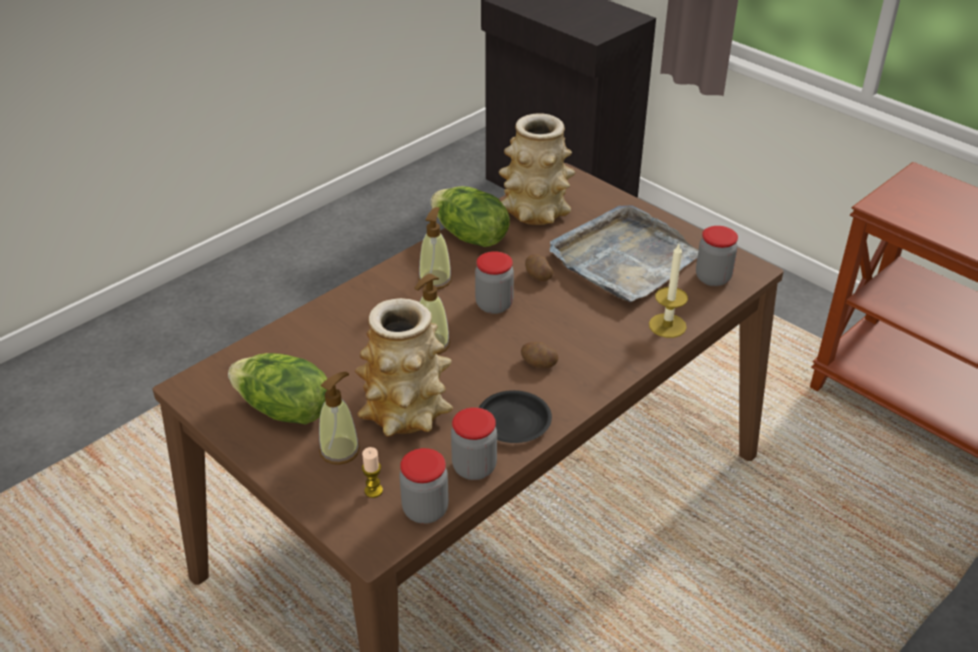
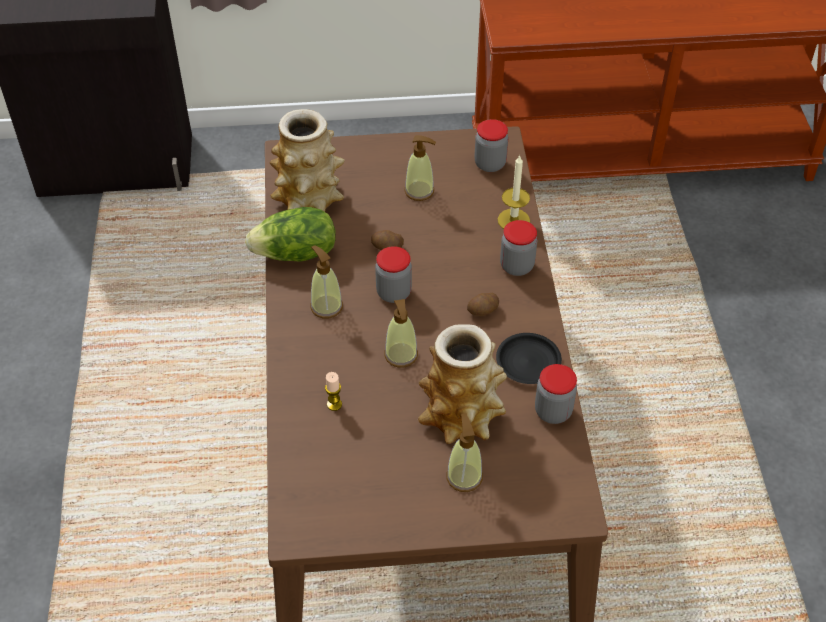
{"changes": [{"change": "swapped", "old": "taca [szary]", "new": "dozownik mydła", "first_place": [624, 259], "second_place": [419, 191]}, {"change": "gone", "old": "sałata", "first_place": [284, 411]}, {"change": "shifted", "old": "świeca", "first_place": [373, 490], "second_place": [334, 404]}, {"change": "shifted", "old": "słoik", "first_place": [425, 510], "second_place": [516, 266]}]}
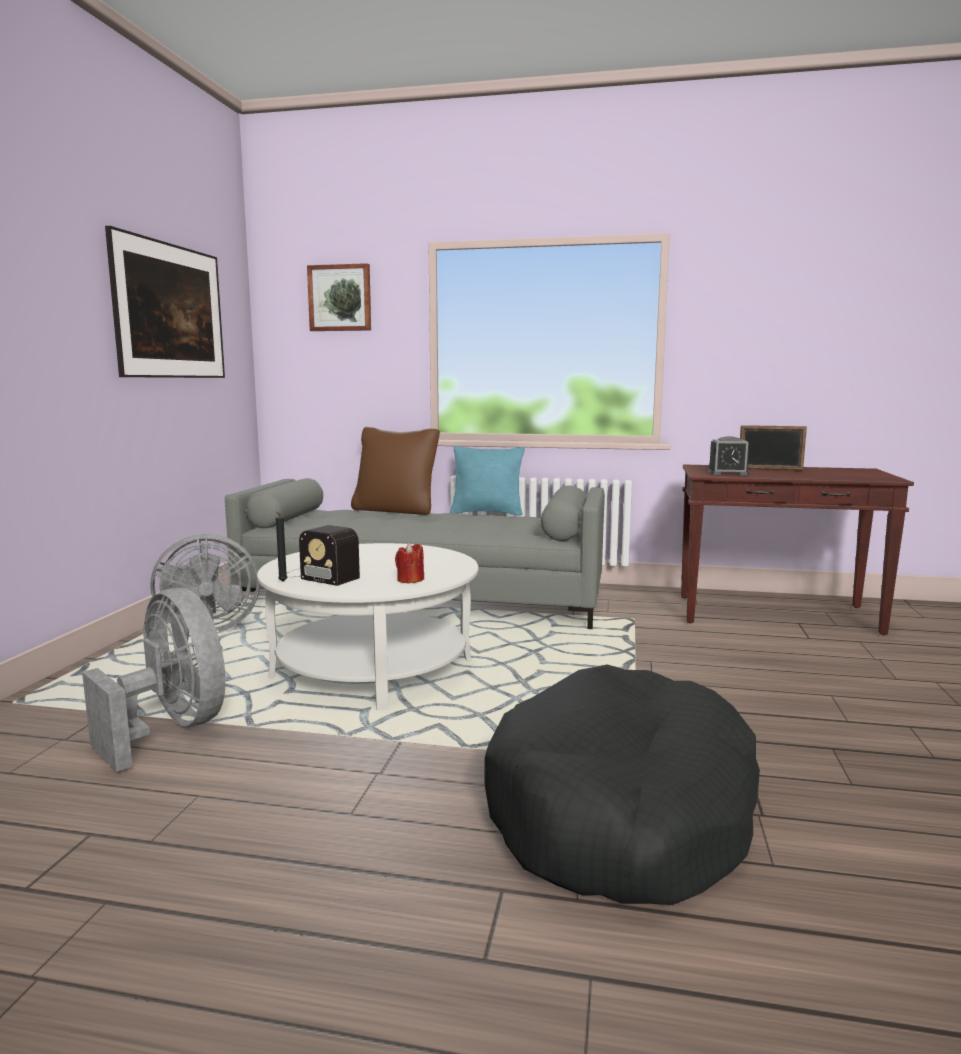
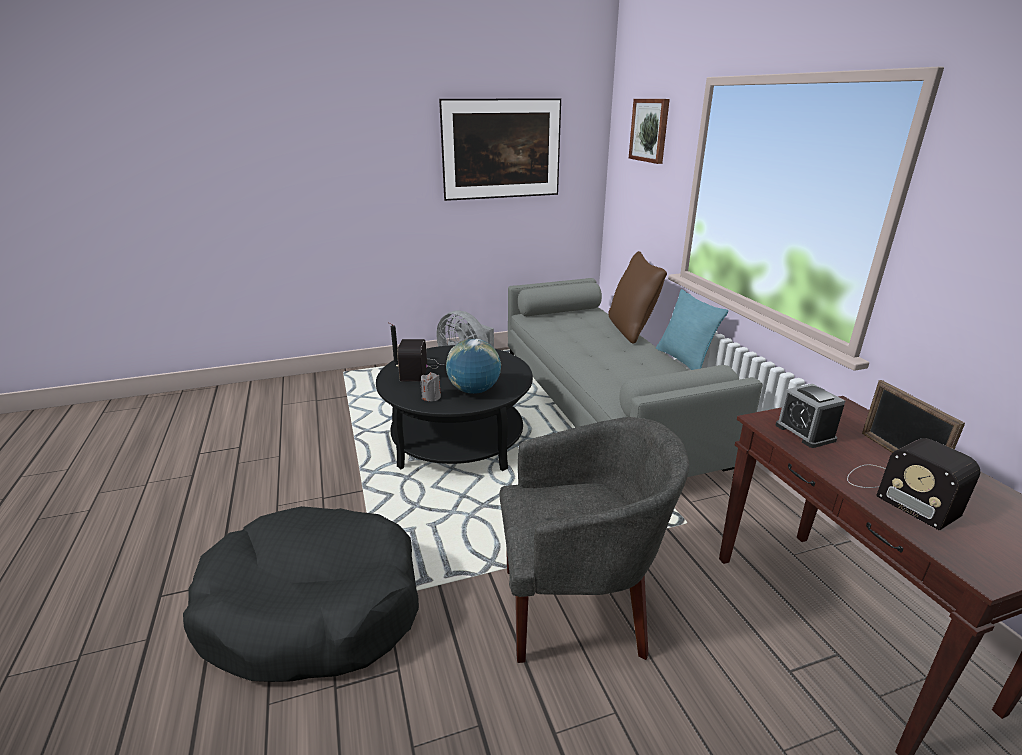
{"changes": [{"change": "repainted", "old": "świeca [czerwony]", "new": "świeca [szary]", "first_place": [410, 580], "second_place": [431, 397]}, {"change": "repainted", "old": "ława [biały]", "new": "ława [czarny]", "first_place": [373, 669], "second_place": [458, 441]}, {"change": "gone", "old": "wentylator [szary]", "first_place": [172, 729]}, {"change": "new", "new": "globus", "second_place": [474, 391]}, {"change": "new", "new": "fotel [szary]", "second_place": [578, 606]}, {"change": "new", "new": "radio", "second_place": [897, 492]}]}
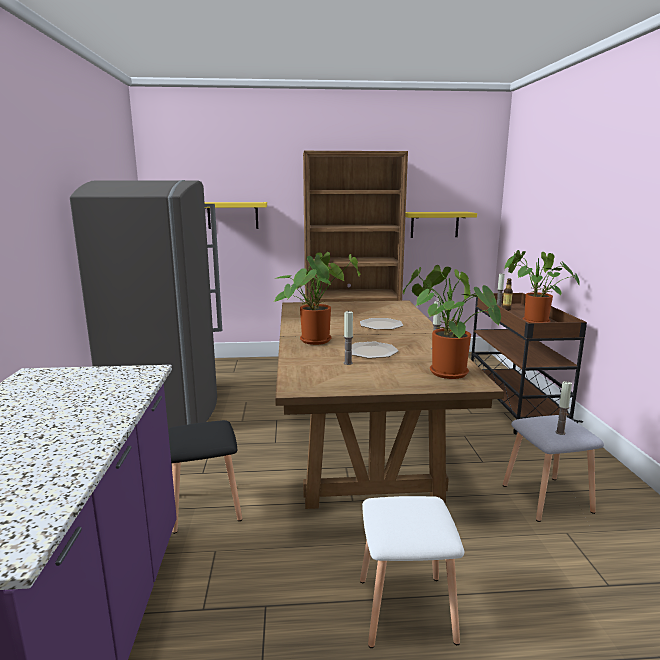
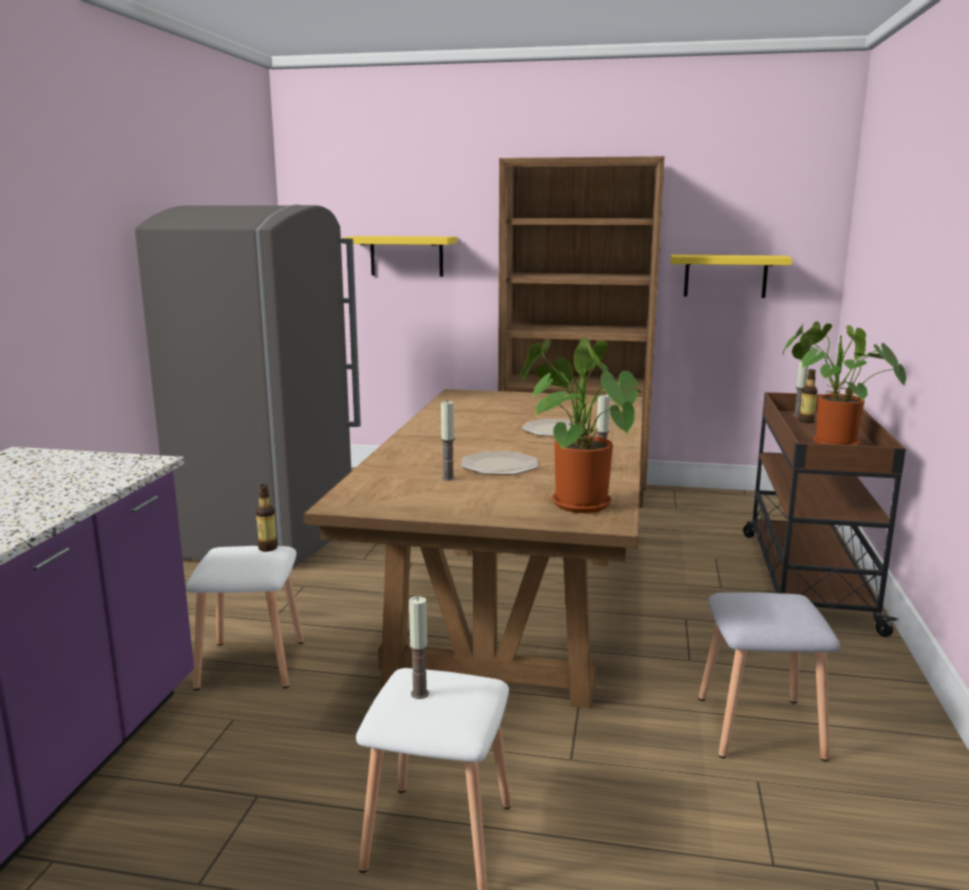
{"changes": [{"change": "gone", "old": "roślina doniczkowa", "first_place": [316, 339]}, {"change": "shifted", "old": "świeca", "first_place": [560, 432], "second_place": [419, 694]}, {"change": "repainted", "old": "stołek [czarny]", "new": "stołek [biały]", "first_place": [204, 506], "second_place": [250, 663]}, {"change": "new", "new": "butelka", "second_place": [268, 548]}]}
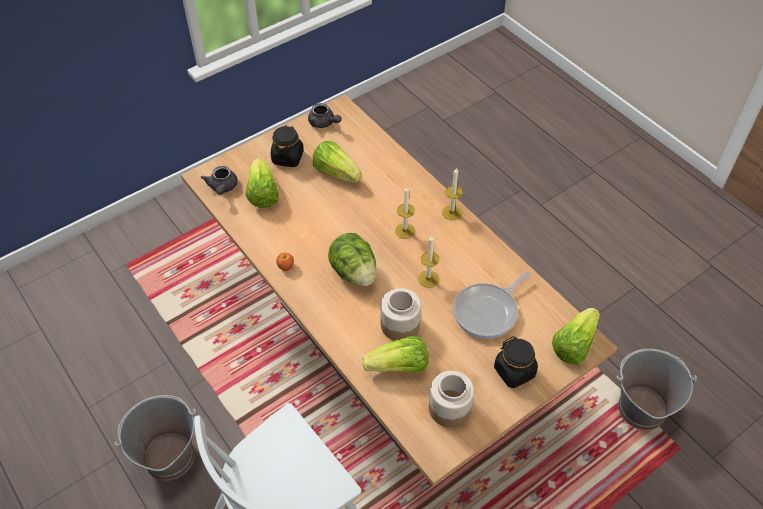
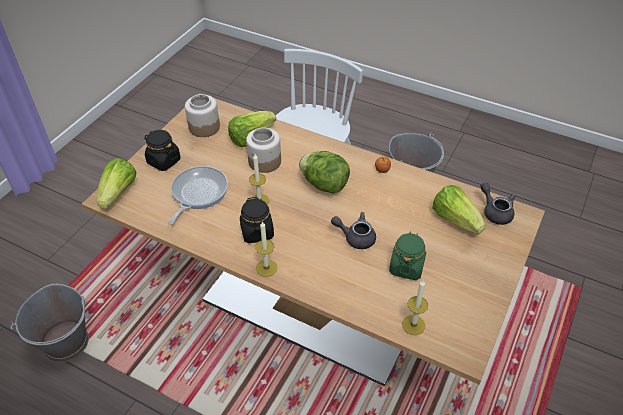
{"changes": [{"change": "shifted", "old": "imbryk [szary]", "first_place": [324, 123], "second_place": [355, 237]}, {"change": "shifted", "old": "słoik [czarny]", "first_place": [287, 157], "second_place": [257, 232]}, {"change": "swapped", "old": "sałata", "new": "słoik [zielony]", "first_place": [336, 173], "second_place": [406, 267]}, {"change": "shifted", "old": "świeca", "first_place": [405, 231], "second_place": [413, 325]}]}
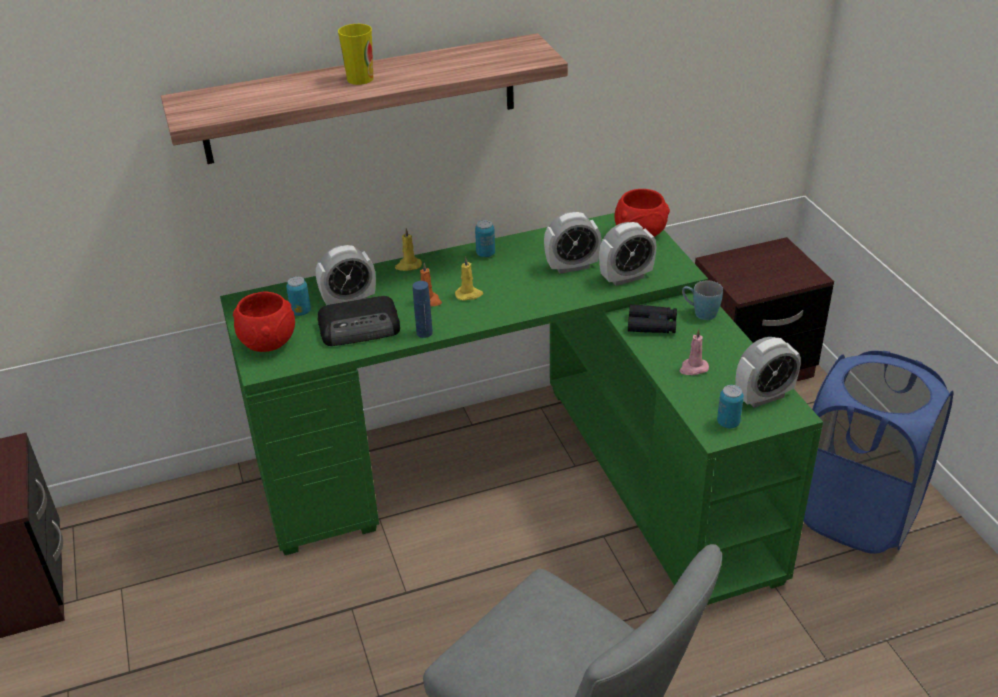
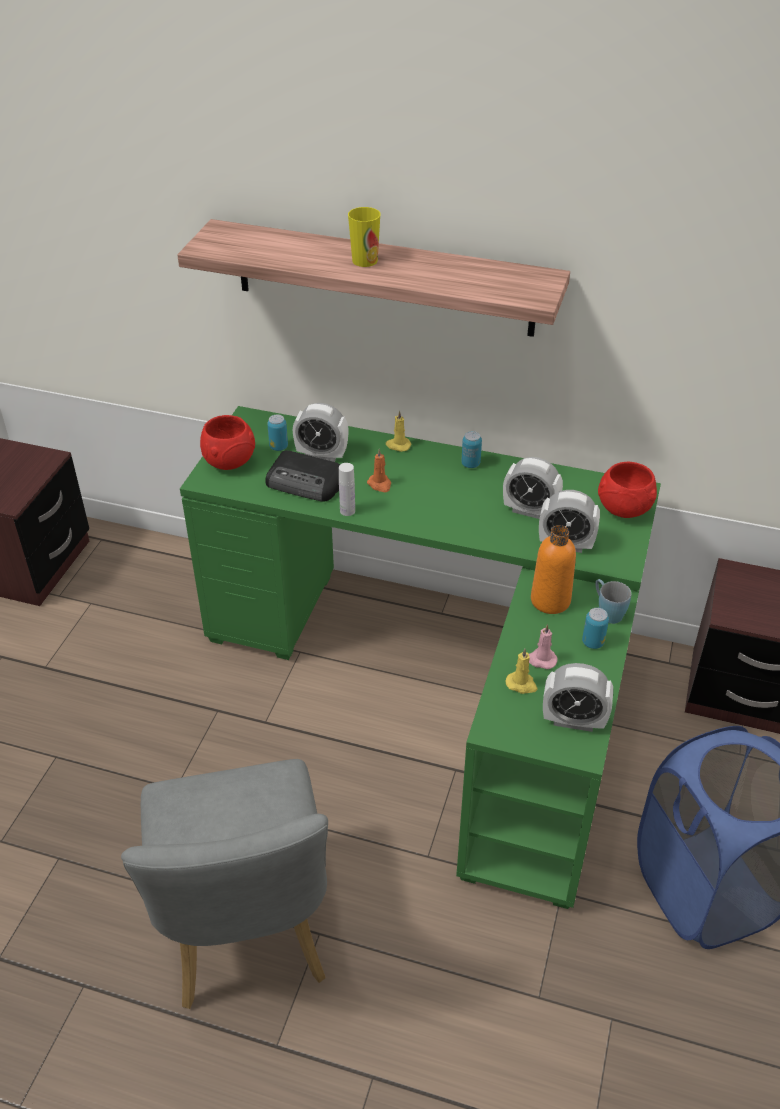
{"changes": [{"change": "shifted", "old": "świeca [żółty]", "first_place": [469, 294], "second_place": [522, 684]}, {"change": "repainted", "old": "butelka [niebieski]", "new": "butelka [biały]", "first_place": [424, 333], "second_place": [347, 511]}, {"change": "swapped", "old": "lornetka [czarny]", "new": "butelka [pomarańczowy]", "first_place": [652, 325], "second_place": [550, 600]}, {"change": "shifted", "old": "puszka", "first_place": [728, 423], "second_place": [593, 642]}]}
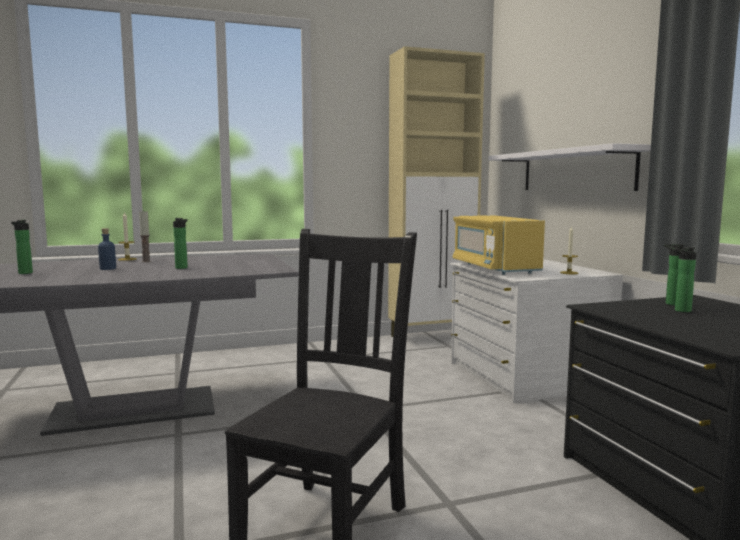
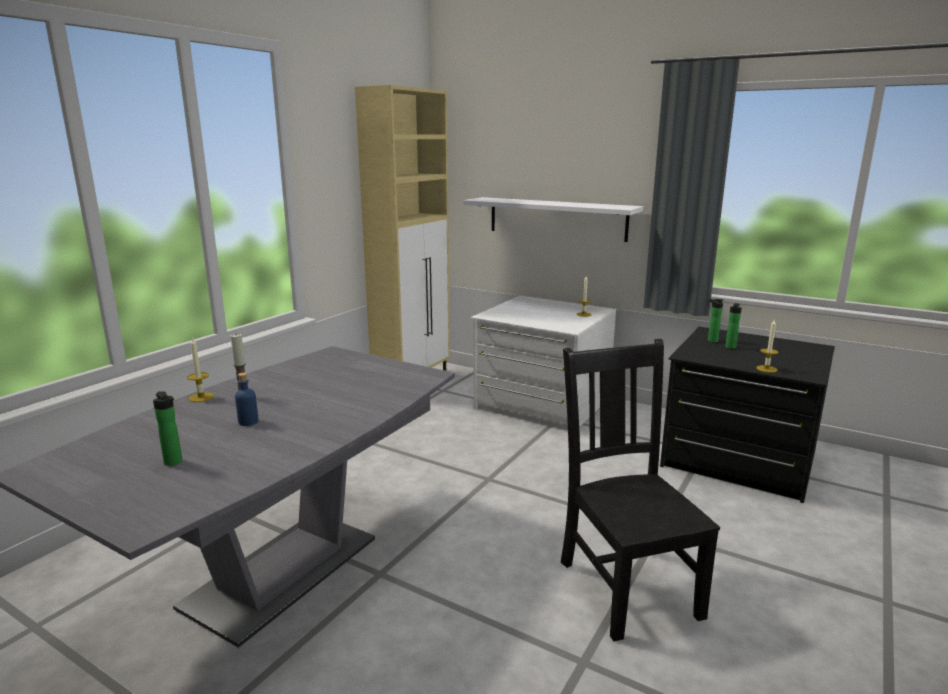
{"changes": [{"change": "gone", "old": "mikrofalówka [żółty]", "first_place": [494, 268]}, {"change": "gone", "old": "butelka", "first_place": [182, 268]}, {"change": "new", "new": "świeca", "second_place": [766, 369]}]}
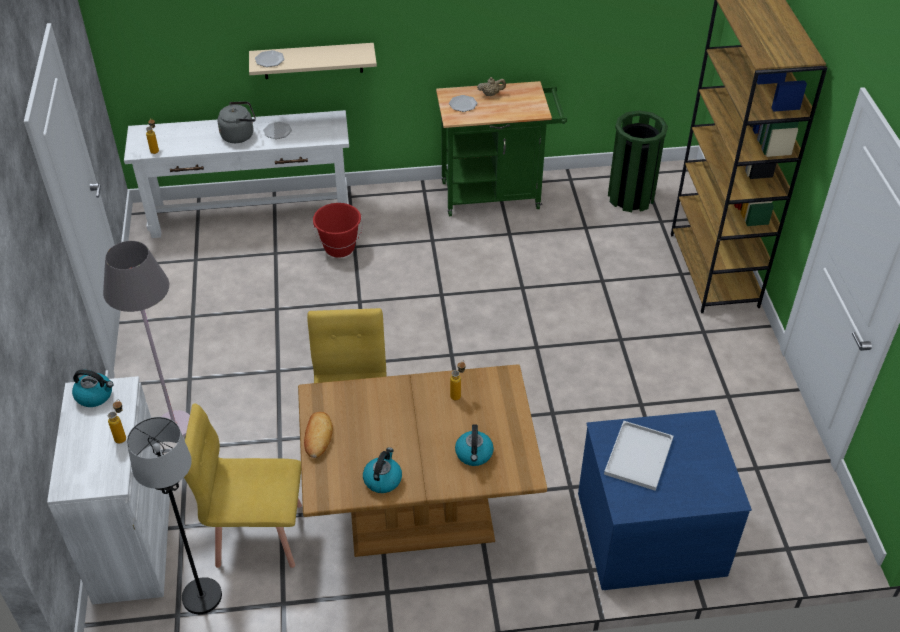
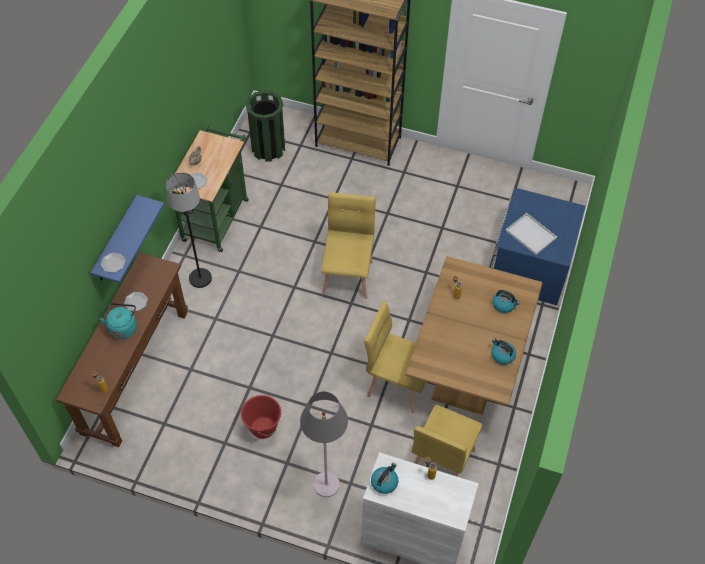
{"changes": [{"change": "repainted", "old": "półka [beżowy]", "new": "półka [niebieski]", "first_place": [313, 61], "second_place": [116, 240]}, {"change": "repainted", "old": "czajnik [szary]", "new": "czajnik [turkusowy]", "first_place": [239, 135], "second_place": [123, 327]}, {"change": "repainted", "old": "stolik konsolowy [biały]", "new": "stolik konsolowy [brązowy]", "first_place": [250, 214], "second_place": [136, 371]}, {"change": "shifted", "old": "wiadro [czerwony]", "first_place": [339, 248], "second_place": [263, 427]}, {"change": "gone", "old": "chleb", "first_place": [318, 437]}, {"change": "shifted", "old": "lampa stojąca [czarny]", "first_place": [202, 596], "second_place": [200, 278]}, {"change": "new", "new": "krzesło [żółty]", "second_place": [348, 276]}]}
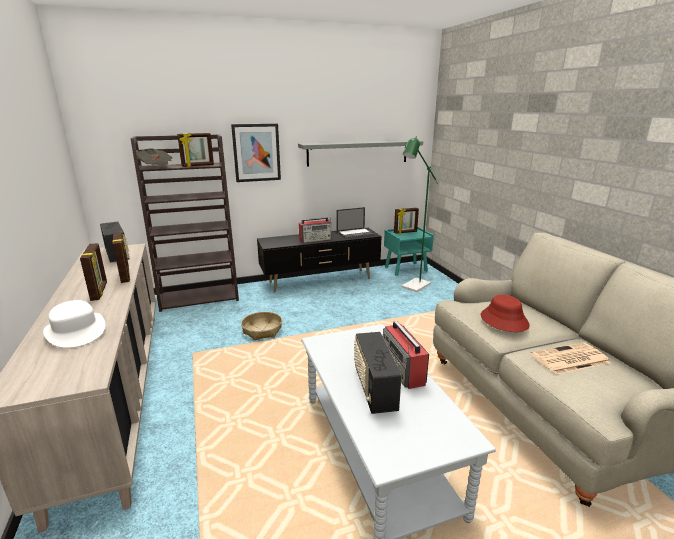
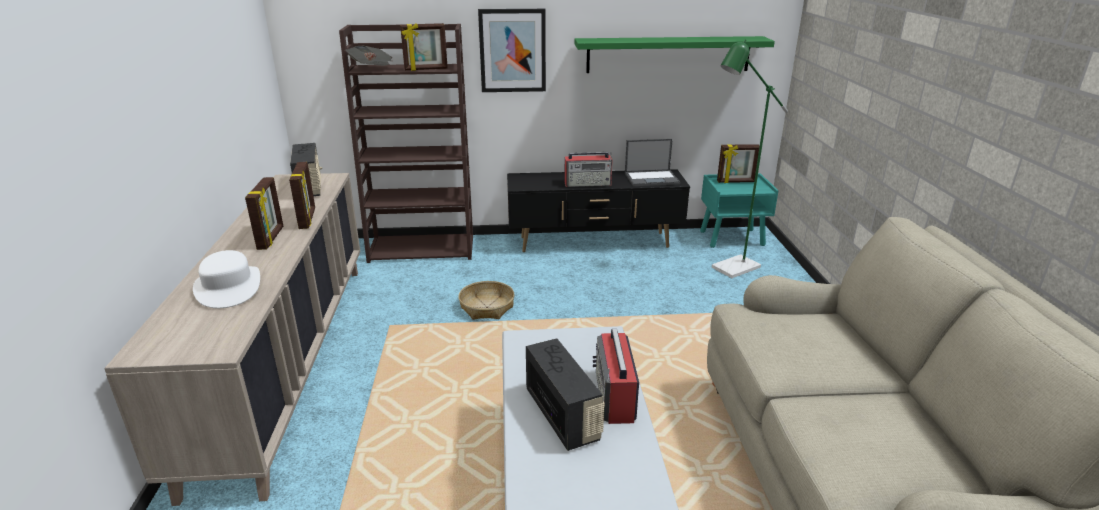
{"changes": [{"change": "repainted", "old": "półka [szary]", "new": "półka [zielony]", "first_place": [358, 152], "second_place": [668, 54]}, {"change": "gone", "old": "kapelusz [czerwony]", "first_place": [503, 320]}, {"change": "rotated", "old": "radio", "first_place": [374, 389], "second_place": [563, 415], "degrees": 150}, {"change": "gone", "old": "gazeta", "first_place": [569, 359]}]}
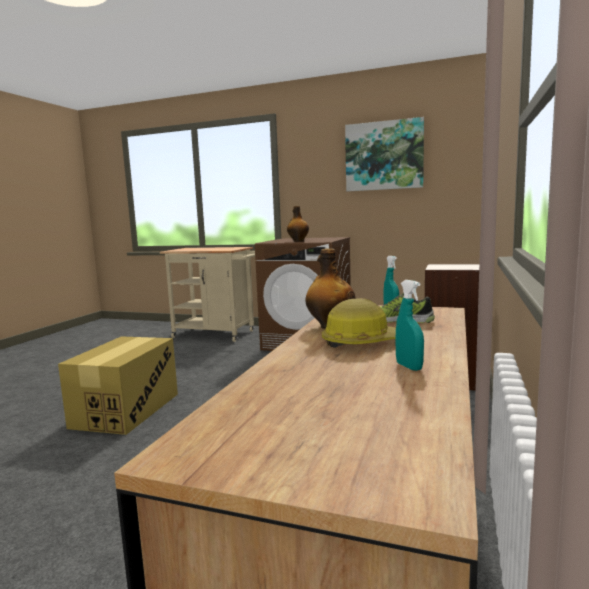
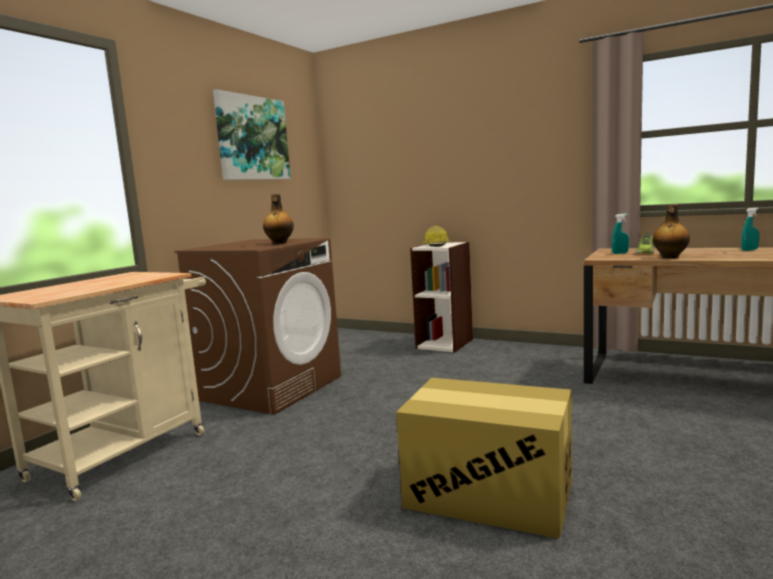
{"changes": [{"change": "shifted", "old": "kask", "first_place": [361, 342], "second_place": [436, 245]}]}
